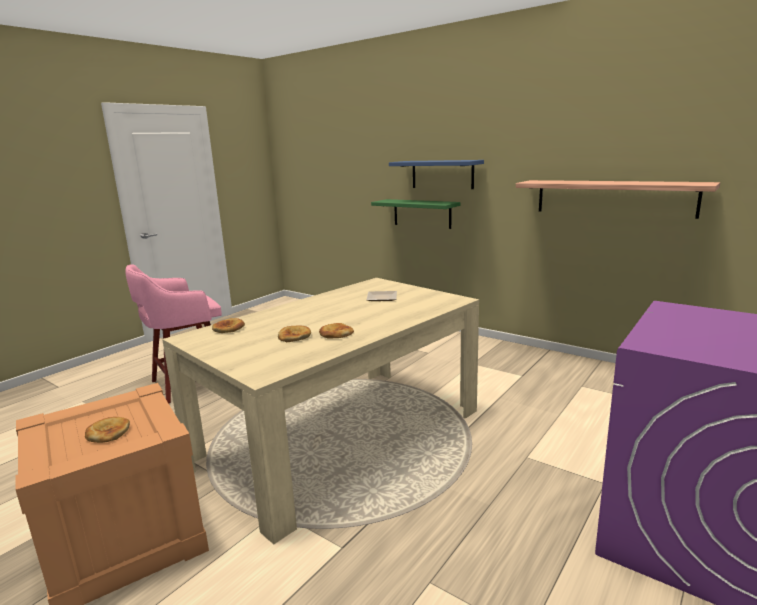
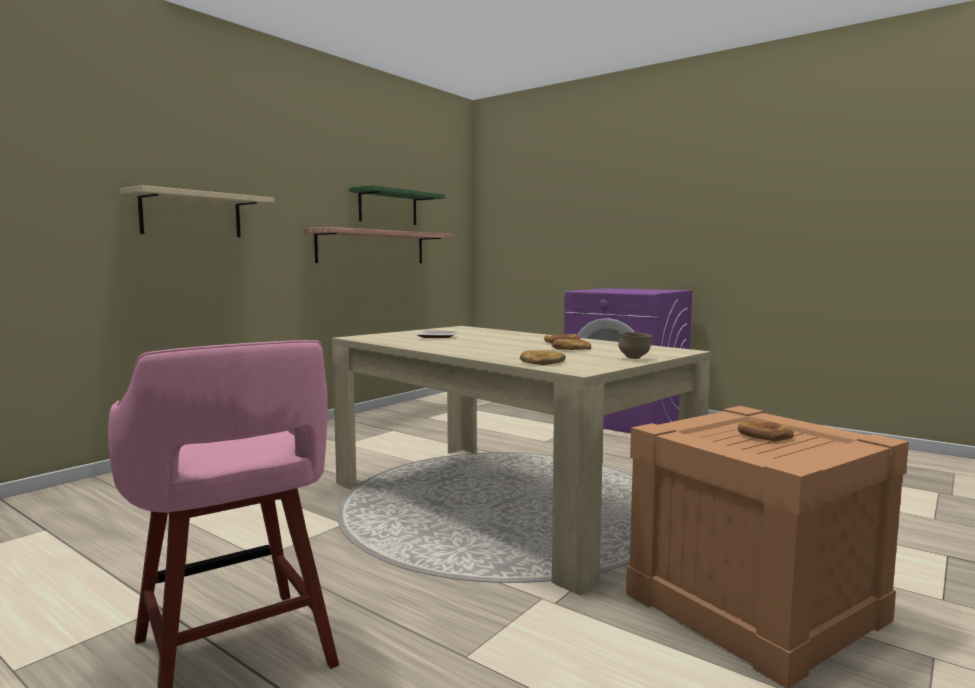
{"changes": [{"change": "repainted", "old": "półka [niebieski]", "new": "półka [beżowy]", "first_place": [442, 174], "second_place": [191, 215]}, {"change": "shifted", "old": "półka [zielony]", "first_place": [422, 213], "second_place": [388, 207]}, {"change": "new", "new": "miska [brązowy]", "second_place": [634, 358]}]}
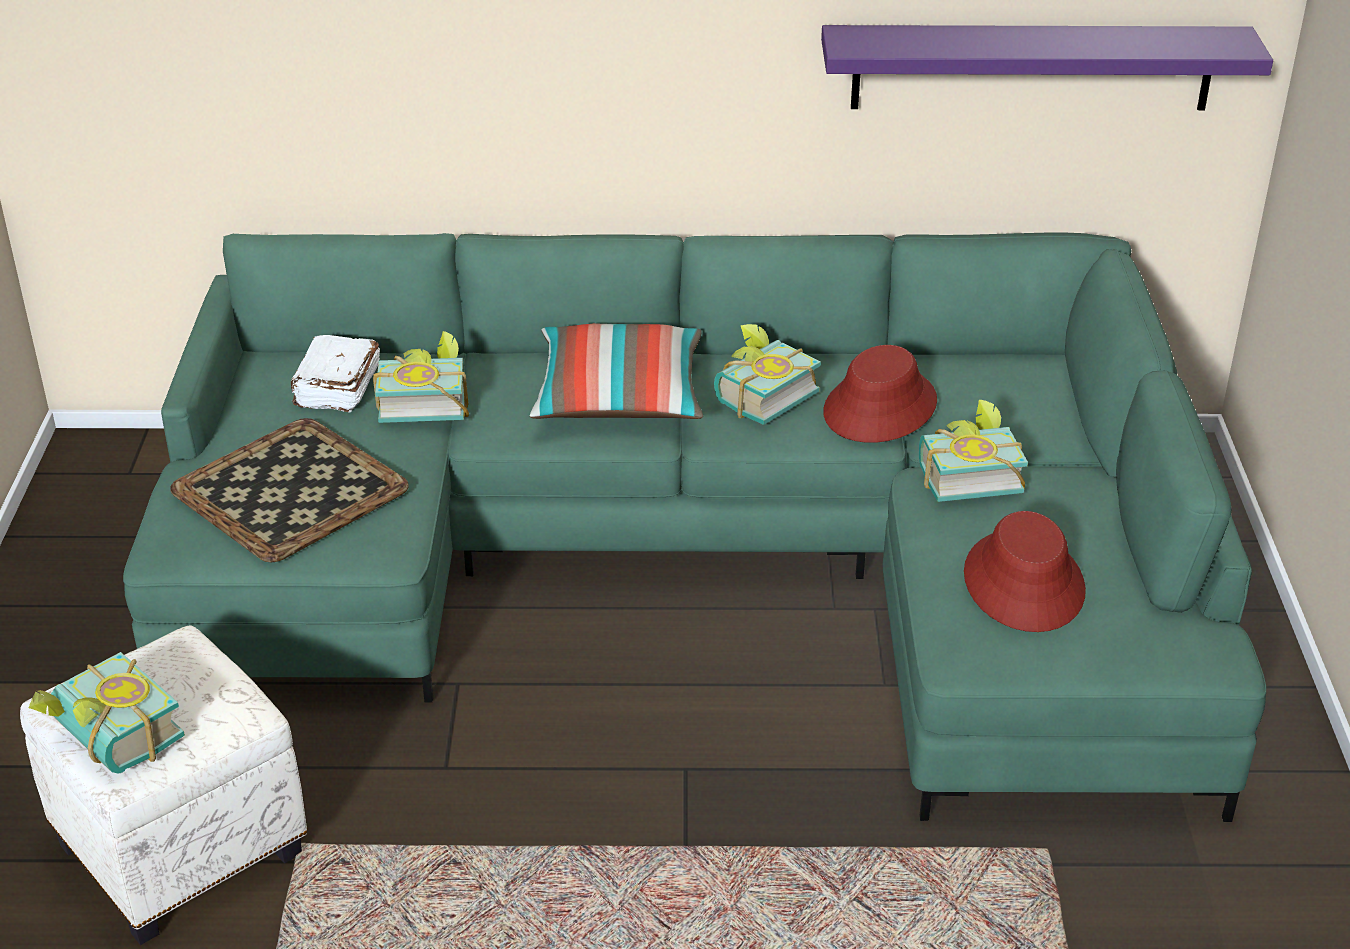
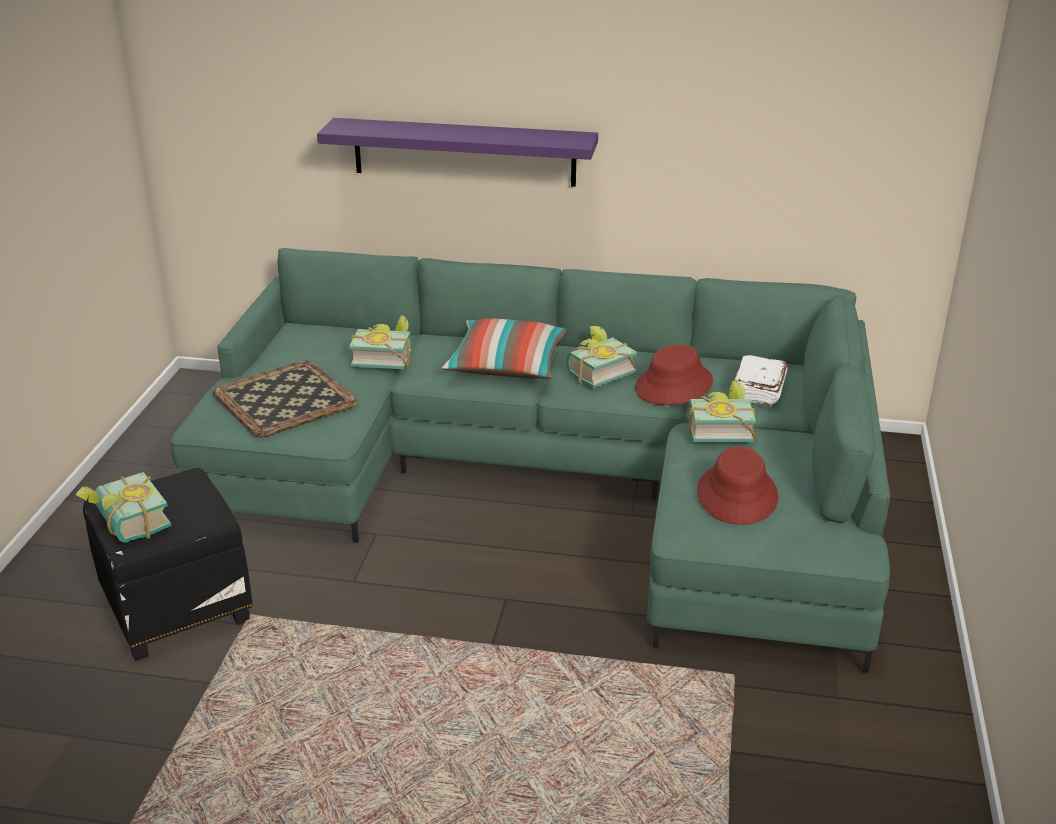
{"changes": [{"change": "shifted", "old": "półka [fioletowy]", "first_place": [1032, 67], "second_place": [464, 152]}, {"change": "shifted", "old": "książka [biały]", "first_place": [336, 388], "second_place": [757, 391]}, {"change": "repainted", "old": "pufa [biały]", "new": "pufa [czarny]", "first_place": [183, 847], "second_place": [179, 608]}]}
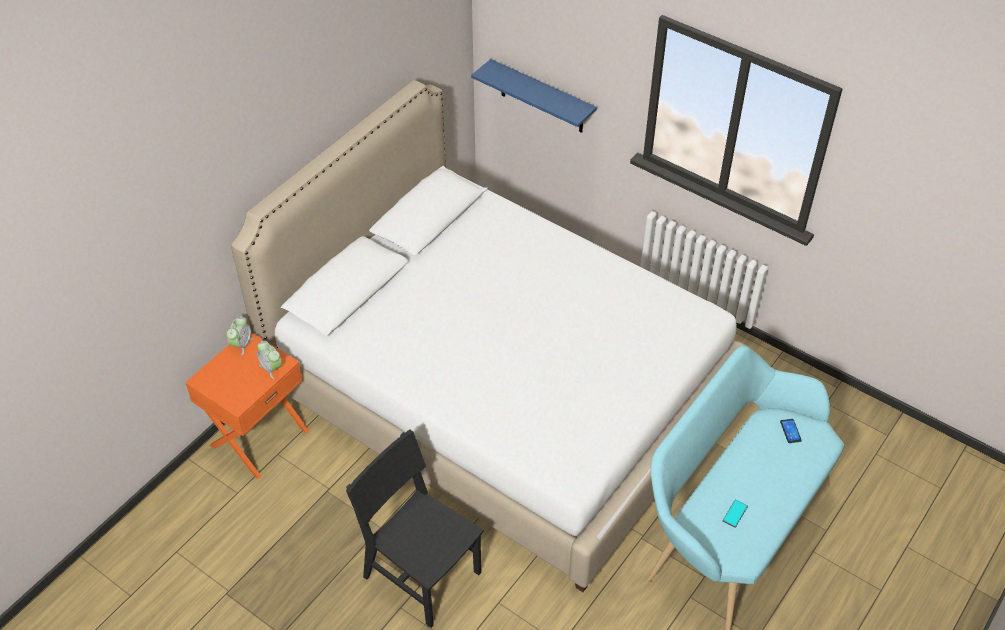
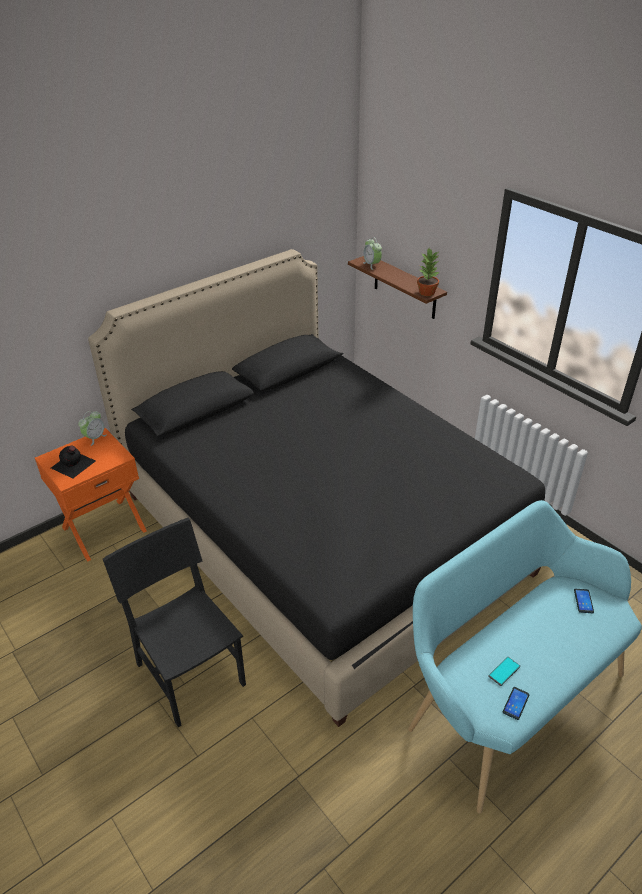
{"changes": [{"change": "repainted", "old": "półka [niebieski]", "new": "półka [brązowy]", "first_place": [542, 97], "second_place": [405, 287]}, {"change": "repainted", "old": "łóżko [biały]", "new": "łóżko [czarny]", "first_place": [501, 395], "second_place": [321, 533]}, {"change": "shifted", "old": "budzik", "first_place": [271, 368], "second_place": [372, 265]}, {"change": "new", "new": "roślina doniczkowa", "second_place": [427, 292]}, {"change": "new", "new": "butelka [czarny]", "second_place": [73, 464]}, {"change": "new", "new": "telefon", "second_place": [516, 703]}]}
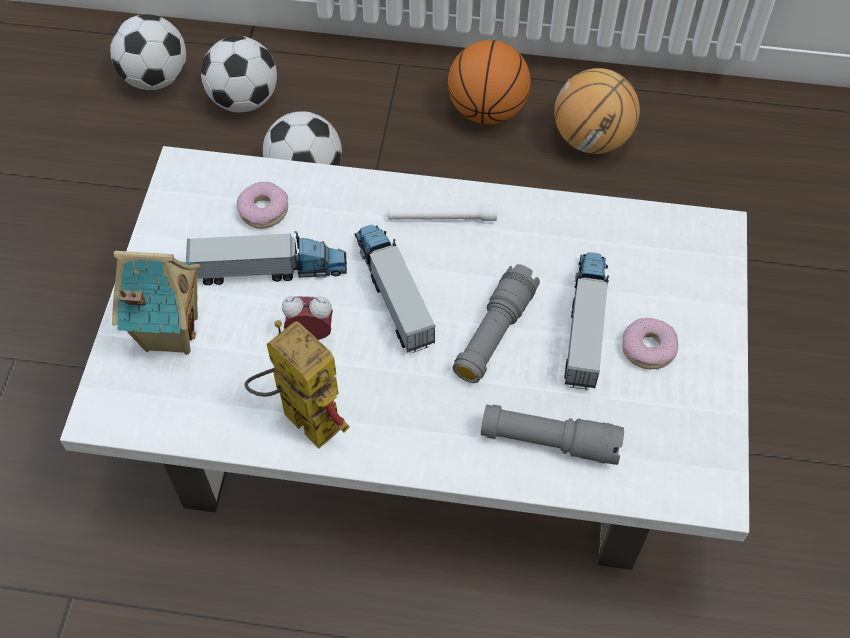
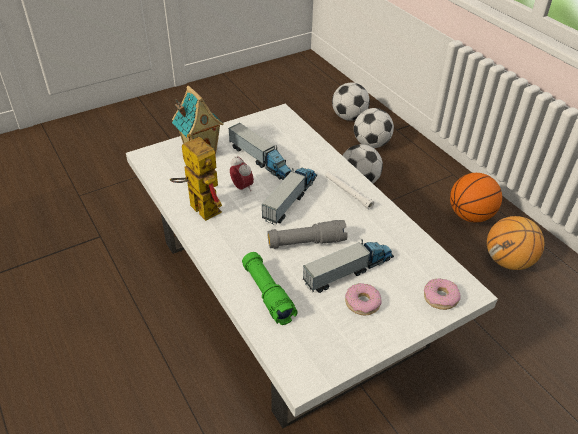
{"changes": [{"change": "shifted", "old": "donut", "first_place": [264, 210], "second_place": [440, 298]}, {"change": "rotated", "old": "robot zabawkowy", "first_place": [300, 416], "second_place": [198, 207], "degrees": -45}, {"change": "repainted", "old": "latarka [szary]", "new": "latarka [zielony]", "first_place": [549, 441], "second_place": [267, 294]}]}
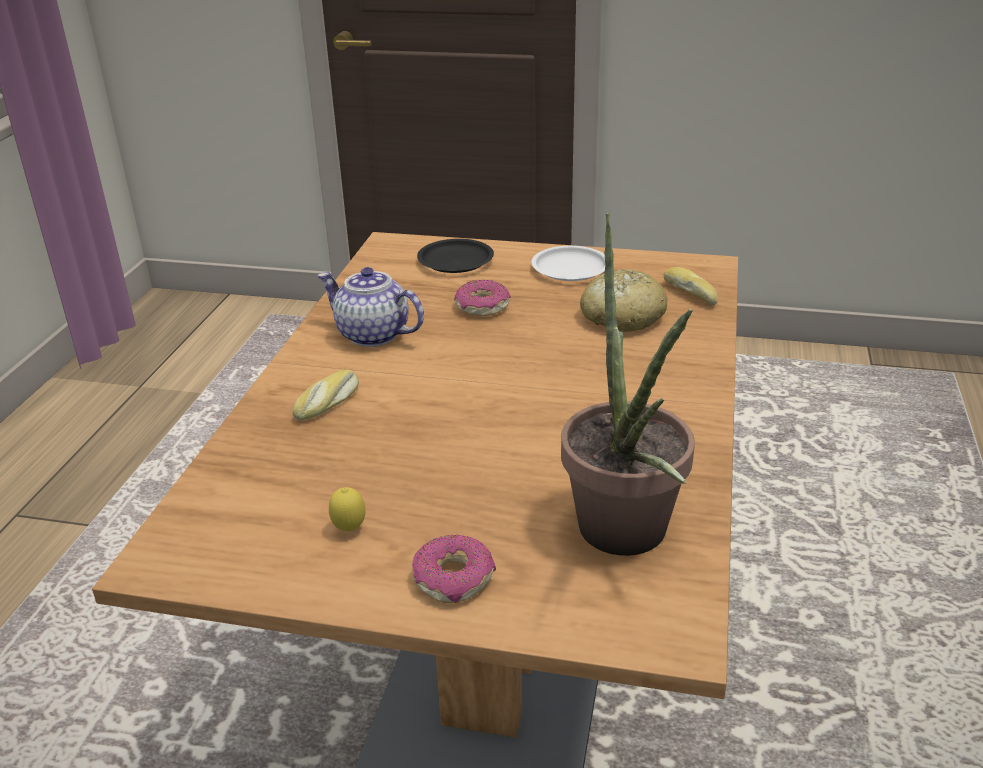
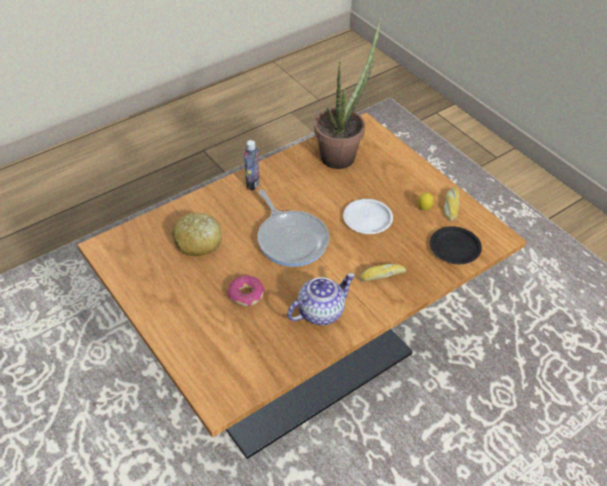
{"changes": [{"change": "shifted", "old": "talerz [czarny]", "first_place": [455, 261], "second_place": [455, 248]}, {"change": "shifted", "old": "talerz [biały]", "first_place": [571, 269], "second_place": [367, 219]}, {"change": "rotated", "old": "imbryk", "first_place": [372, 335], "second_place": [320, 311], "degrees": -105}, {"change": "shifted", "old": "chleb", "first_place": [691, 293], "second_place": [450, 206]}, {"change": "gone", "old": "donut", "first_place": [454, 578]}, {"change": "new", "new": "butelka", "second_place": [252, 183]}, {"change": "new", "new": "patelnia", "second_place": [291, 239]}]}
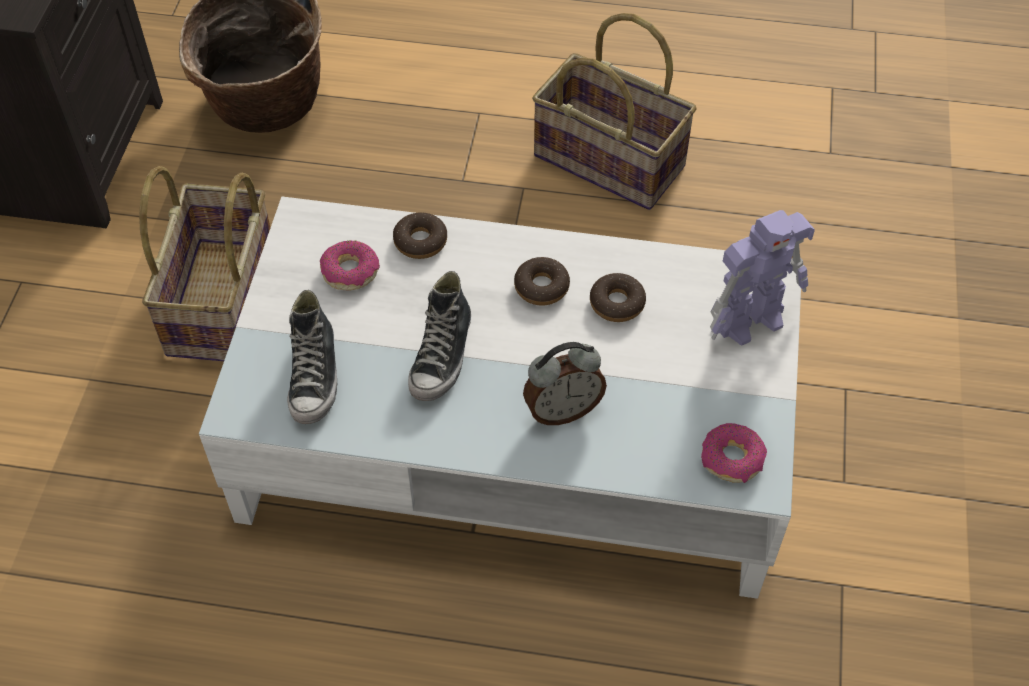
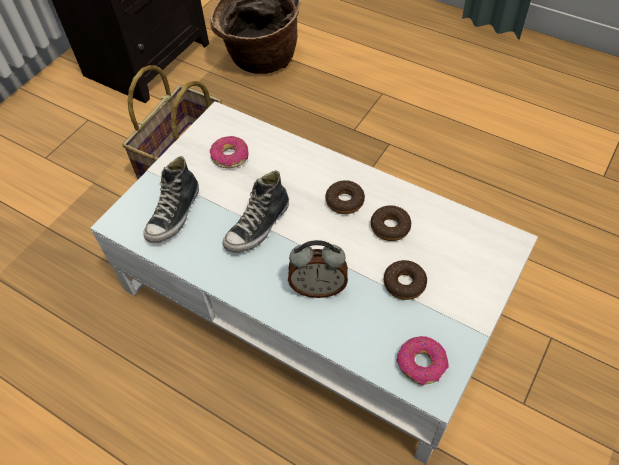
{"changes": [{"change": "gone", "old": "koszyk", "first_place": [611, 160]}, {"change": "gone", "old": "robot zabawkowy", "first_place": [751, 318]}, {"change": "shifted", "old": "donut", "first_place": [420, 241], "second_place": [404, 283]}]}
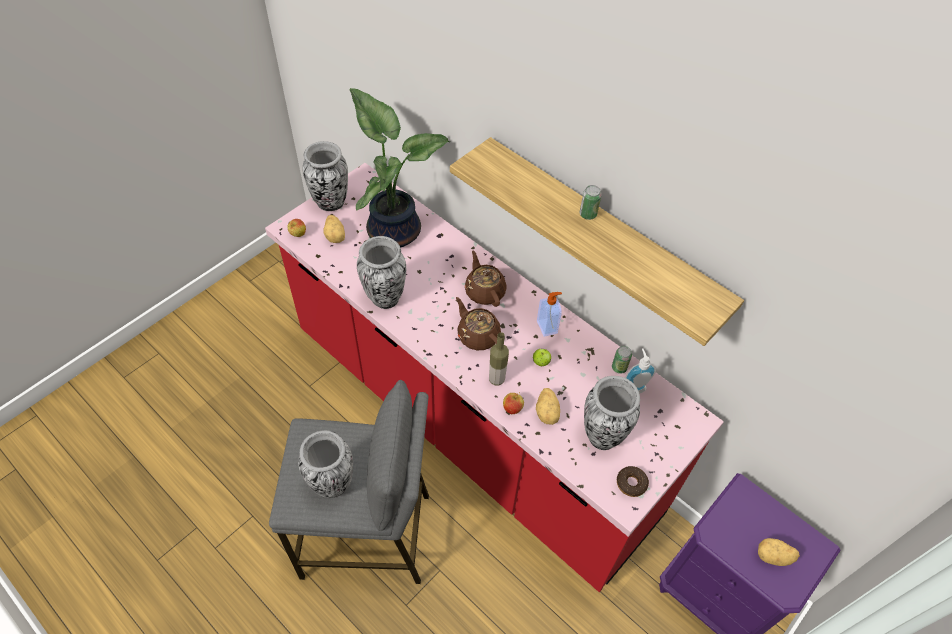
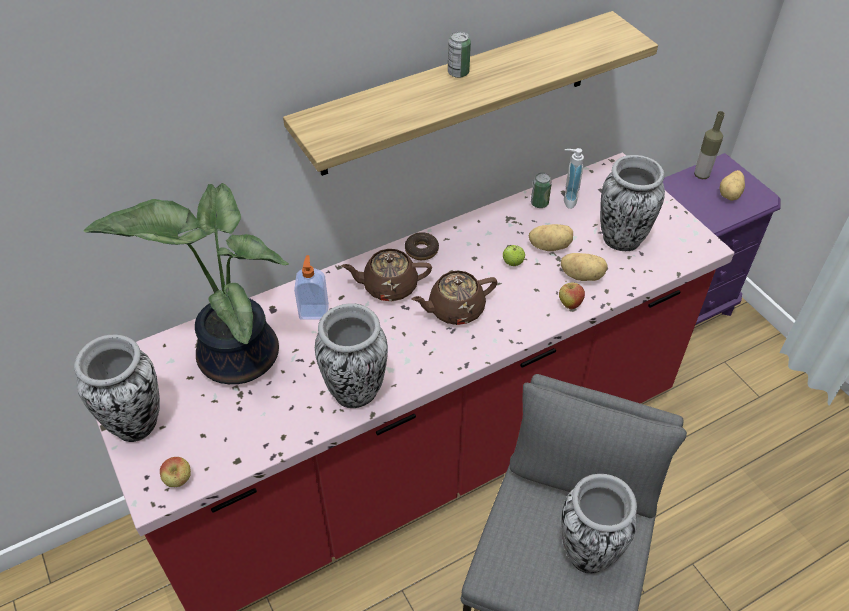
{"changes": [{"change": "shifted", "old": "ziemniak", "first_place": [335, 236], "second_place": [549, 246]}, {"change": "shifted", "old": "dozownik mydła", "first_place": [547, 327], "second_place": [314, 311]}, {"change": "shifted", "old": "butelka", "first_place": [496, 379], "second_place": [701, 175]}, {"change": "shifted", "old": "donut", "first_place": [631, 483], "second_place": [421, 250]}]}
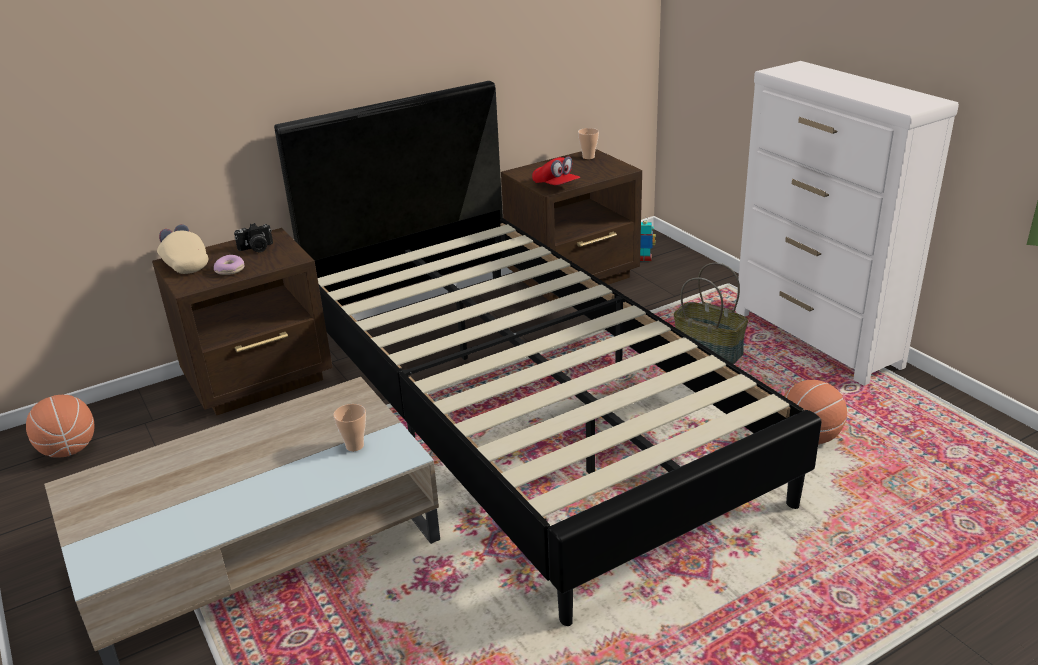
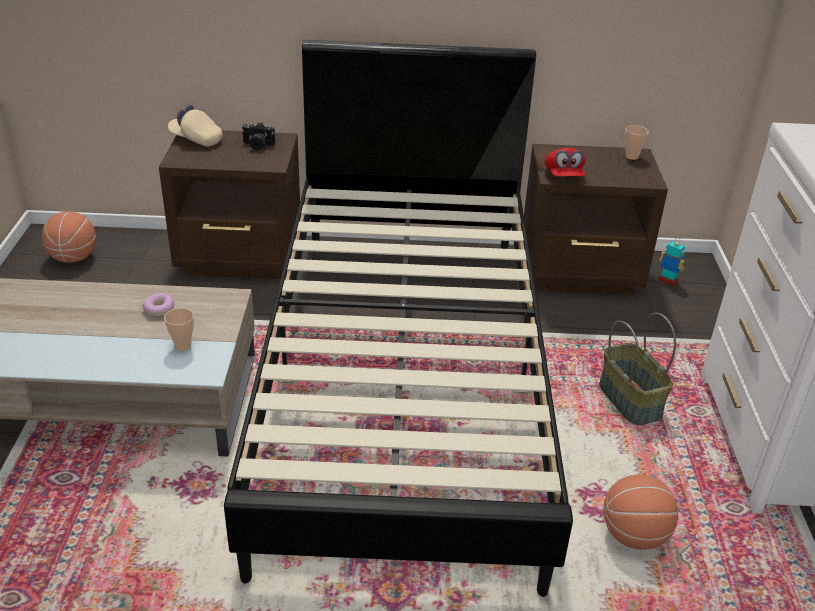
{"changes": [{"change": "rotated", "old": "czapka z daszkiem [beżowy]", "first_place": [184, 264], "second_place": [196, 139], "degrees": -60}, {"change": "shifted", "old": "donut", "first_place": [230, 270], "second_place": [159, 309]}]}
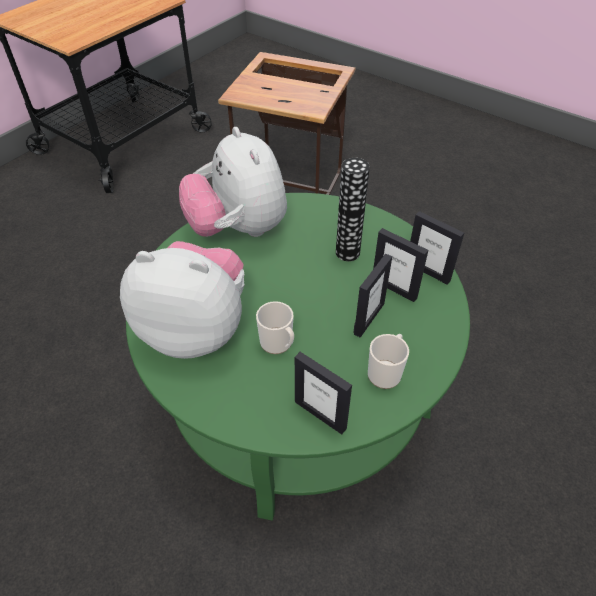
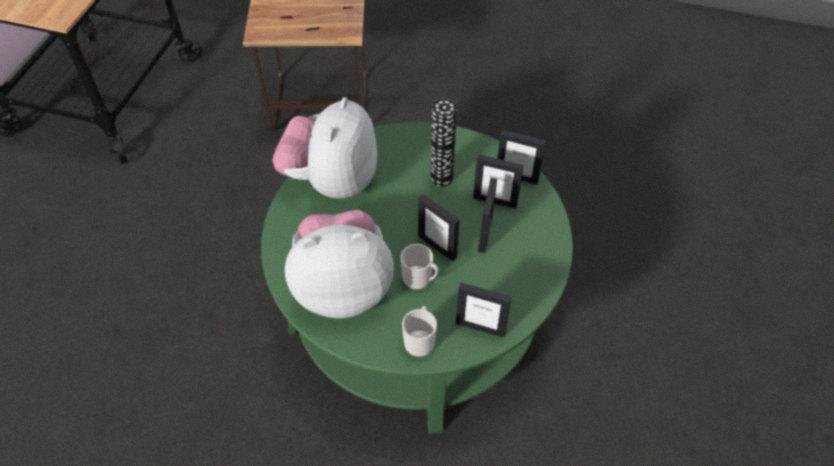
{"changes": [{"change": "rotated", "old": "pluszak", "first_place": [238, 229], "second_place": [332, 181], "degrees": 60}, {"change": "shifted", "old": "kubek", "first_place": [386, 372], "second_place": [420, 340]}, {"change": "new", "new": "ramka na zdjęcie", "second_place": [437, 246]}]}
